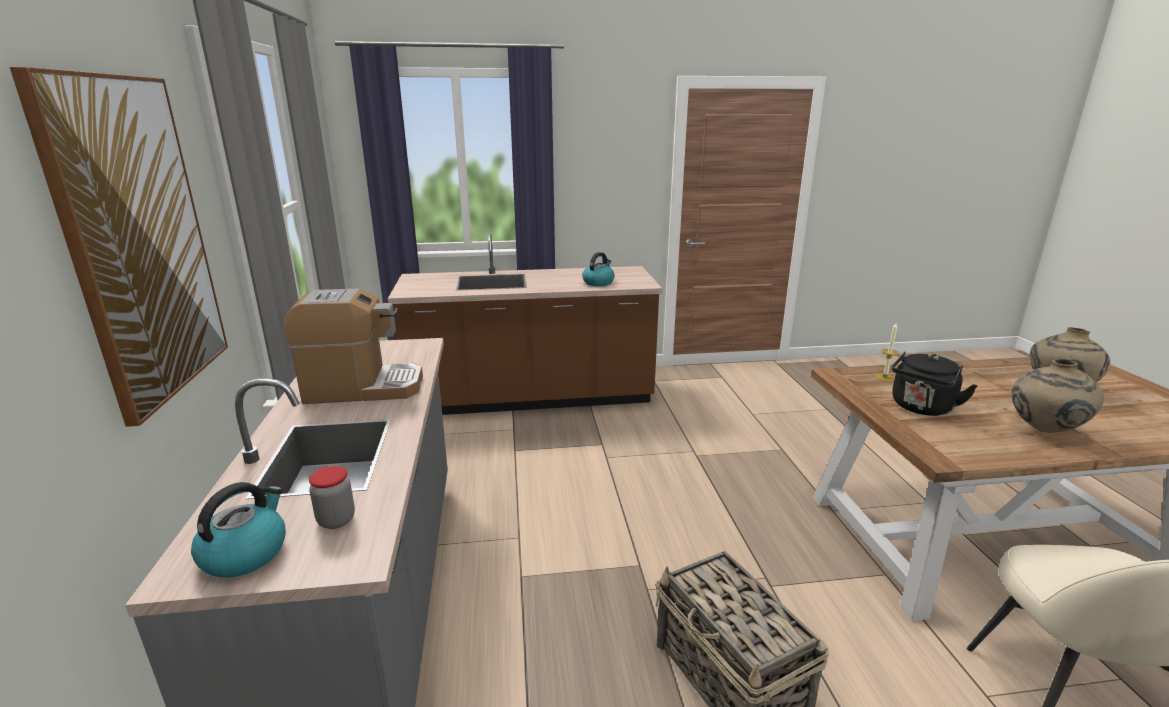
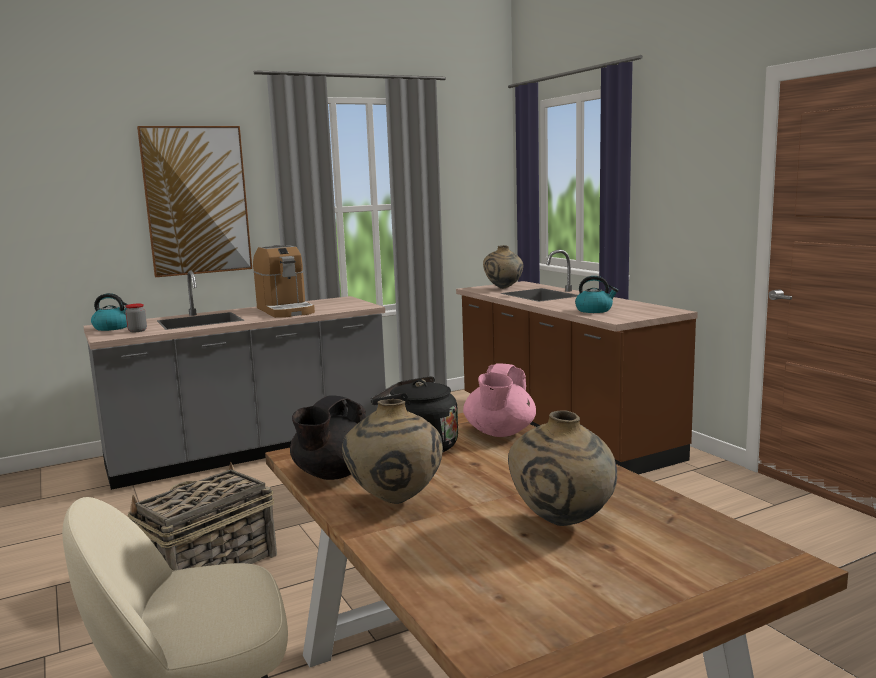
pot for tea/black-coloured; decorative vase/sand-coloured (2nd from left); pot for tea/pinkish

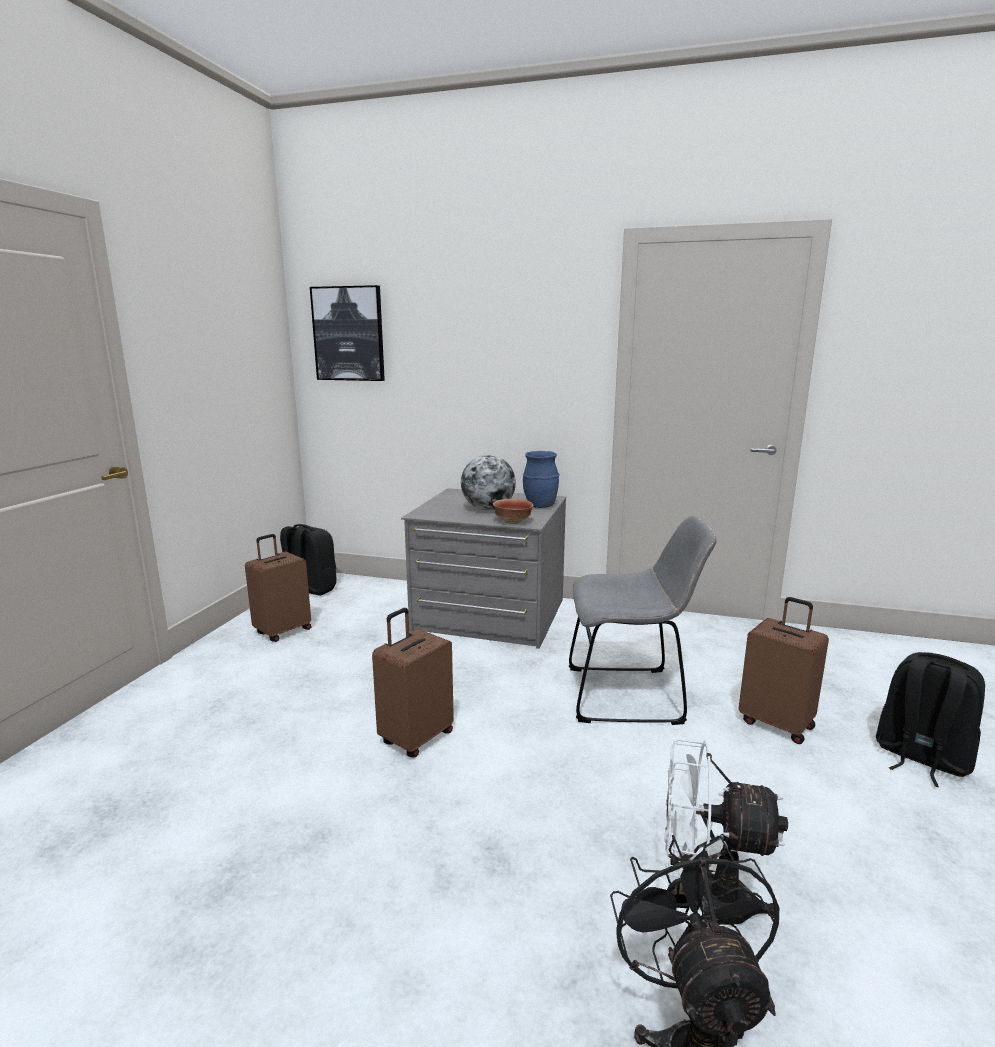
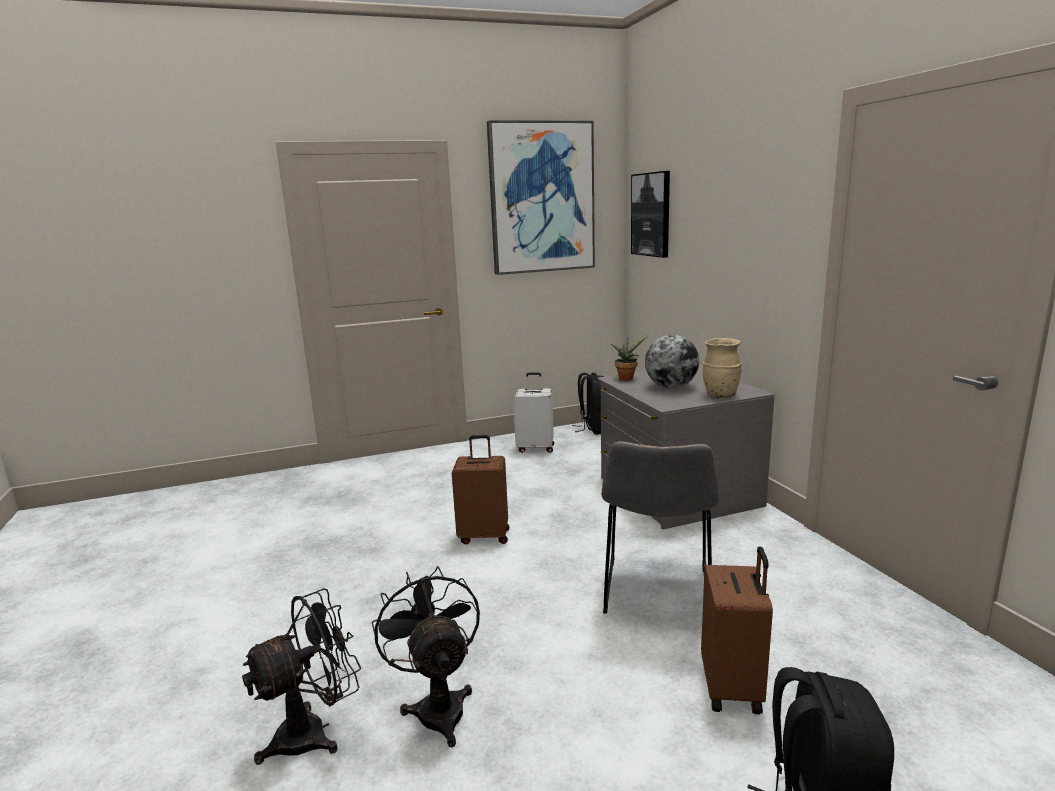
serving bowl; picture (1st from left); potted plant; piece of luggage/white-coloured; decorative vase/sand-coloured; fan/black-coloured (2nd from left); upright chair/gray

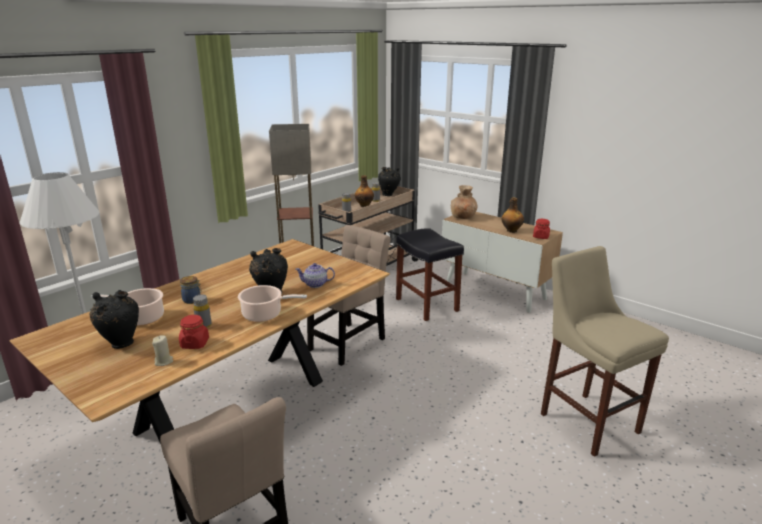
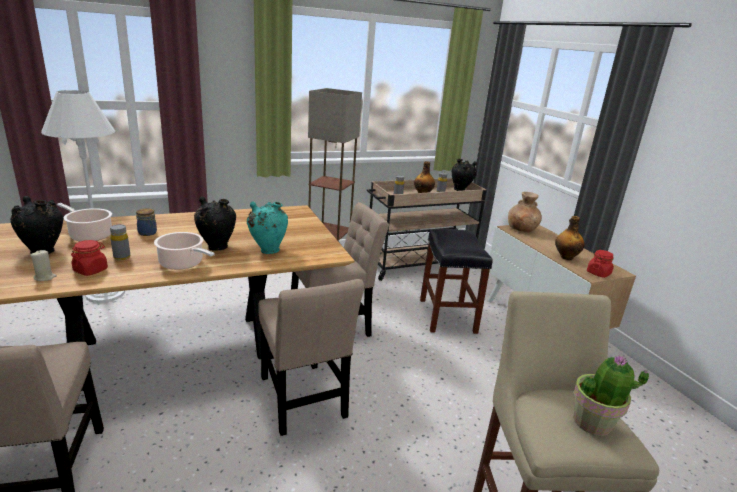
upright chair/sand-coloured (2nd from left); potted plant; decorative vase/turquoise-coloured

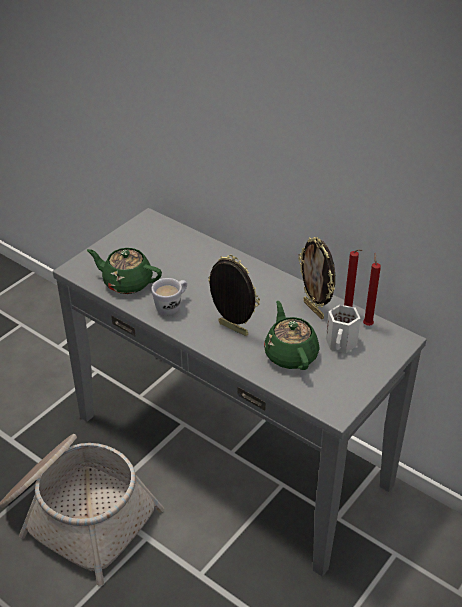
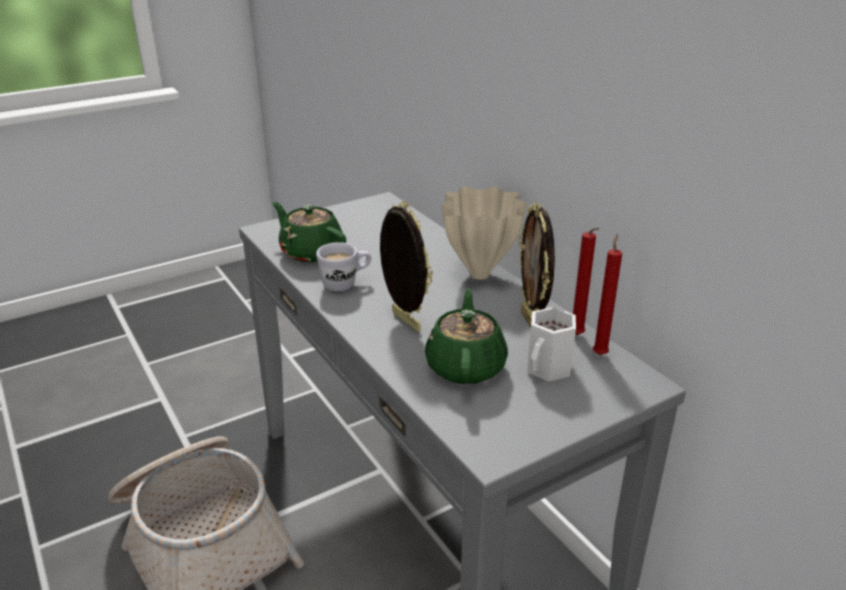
decorative vase/sand-coloured

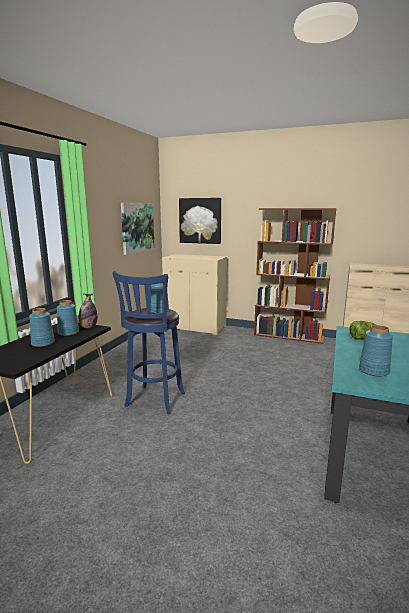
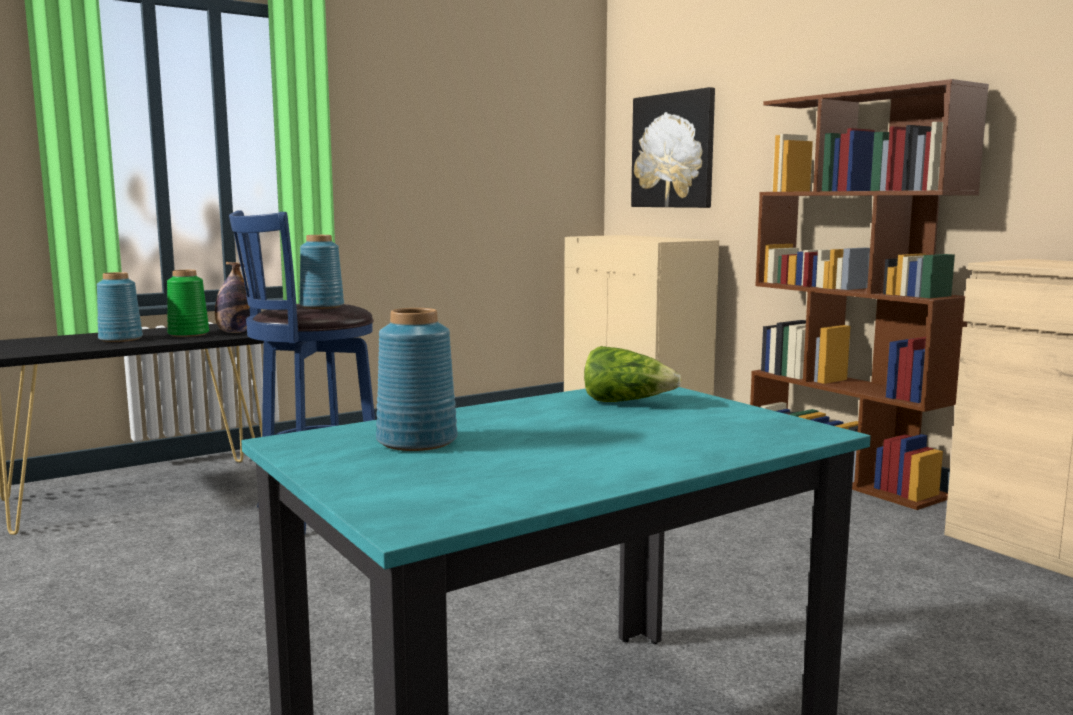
picture (1st from left in the first image); decorative vase/green

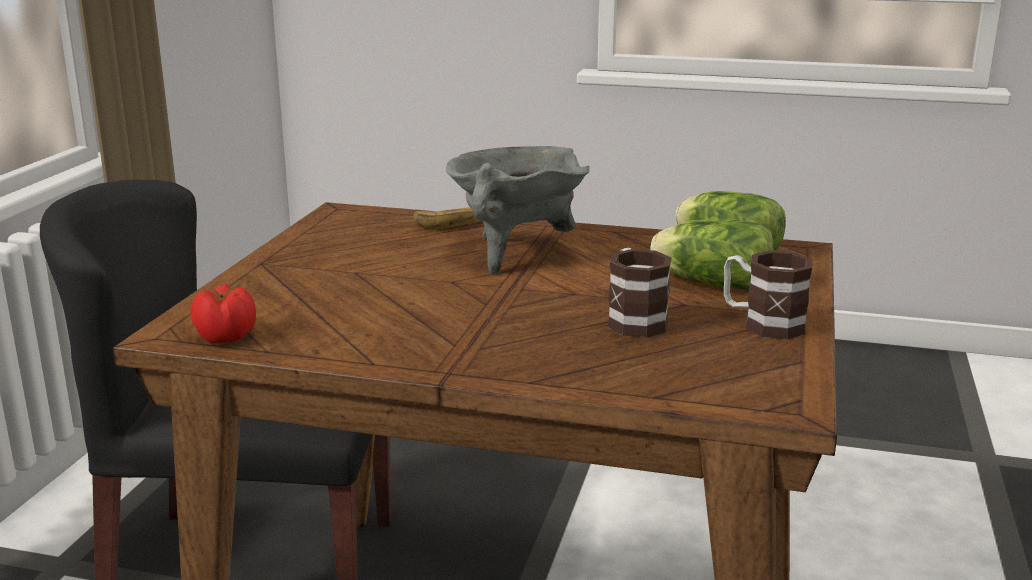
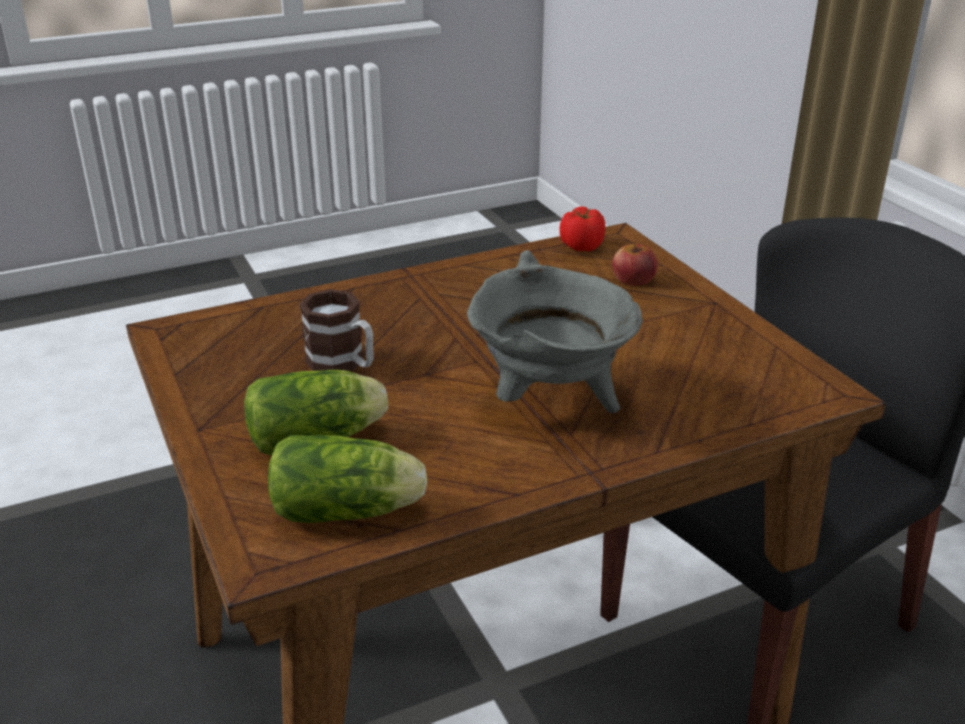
banana; coffee mug (2nd from left in the first image); apple fruit

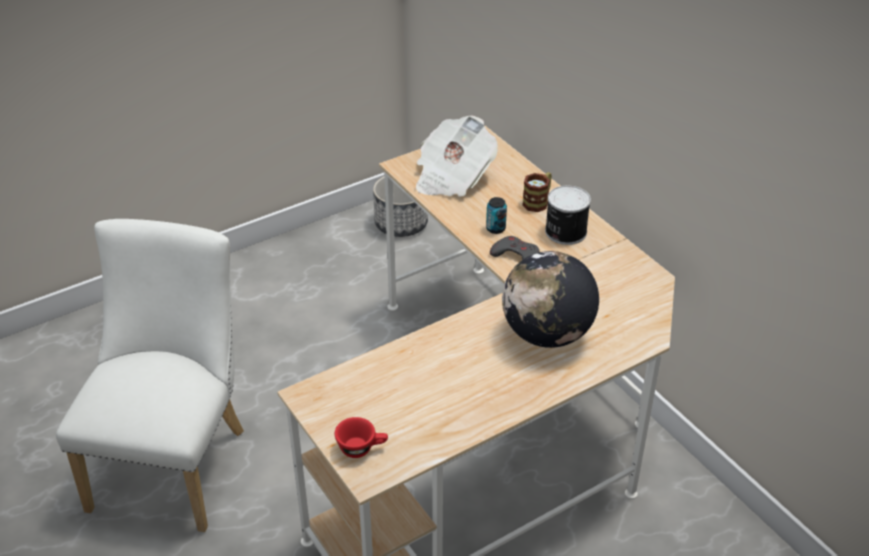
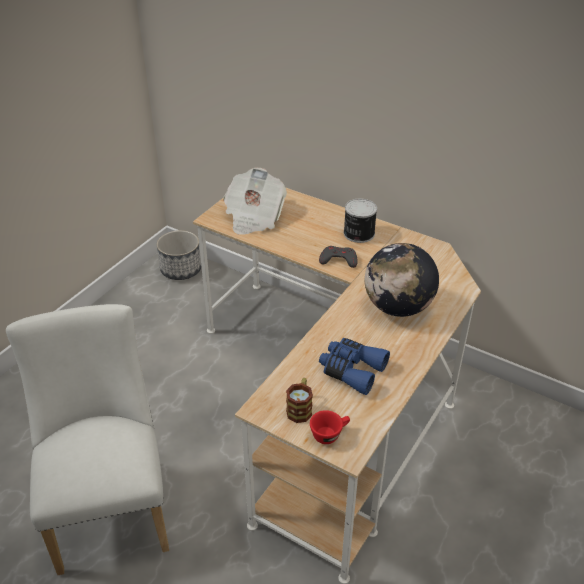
sealed can (1st from left in the first image); field glasses/blue-coloured; coffee mug

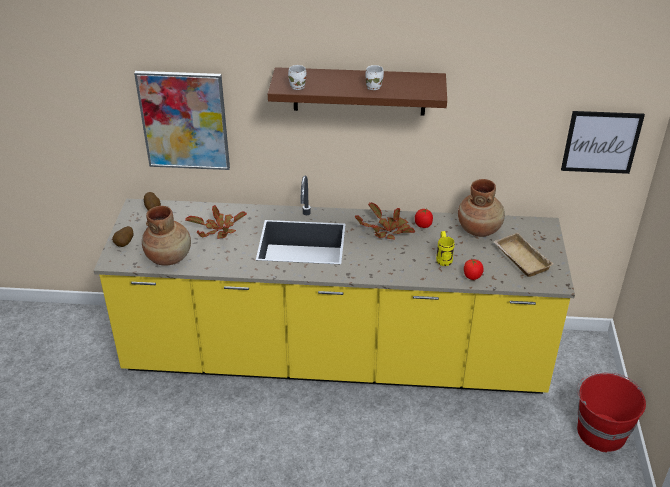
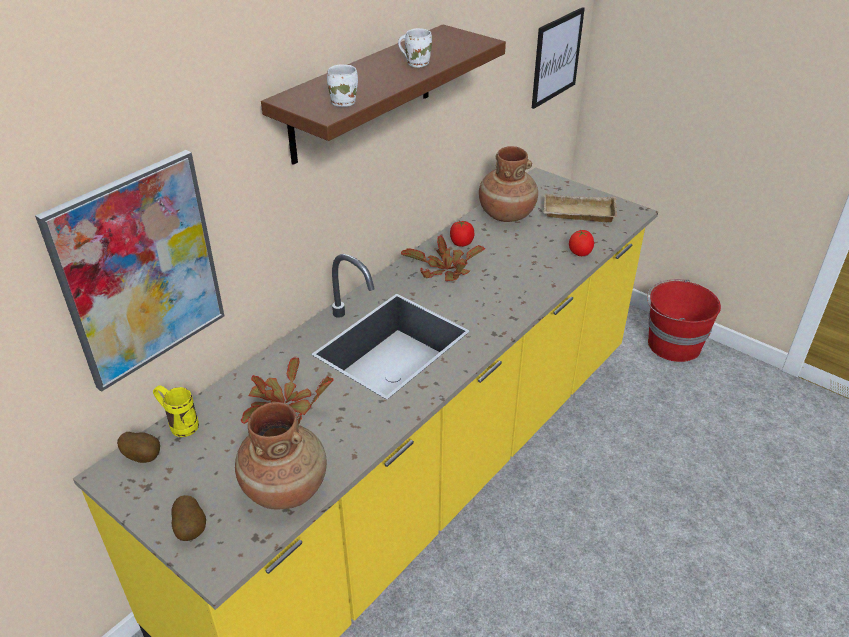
coffee mug/yellowish

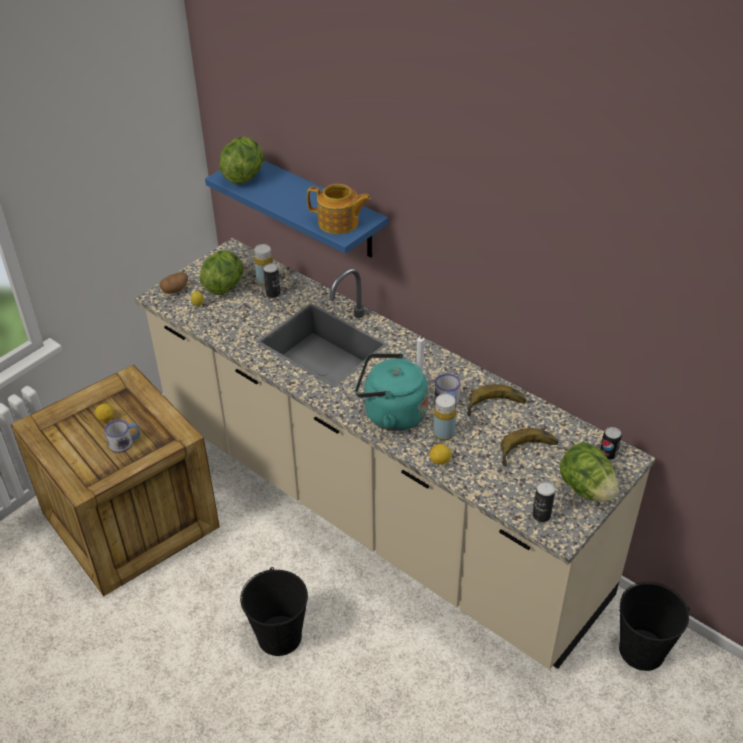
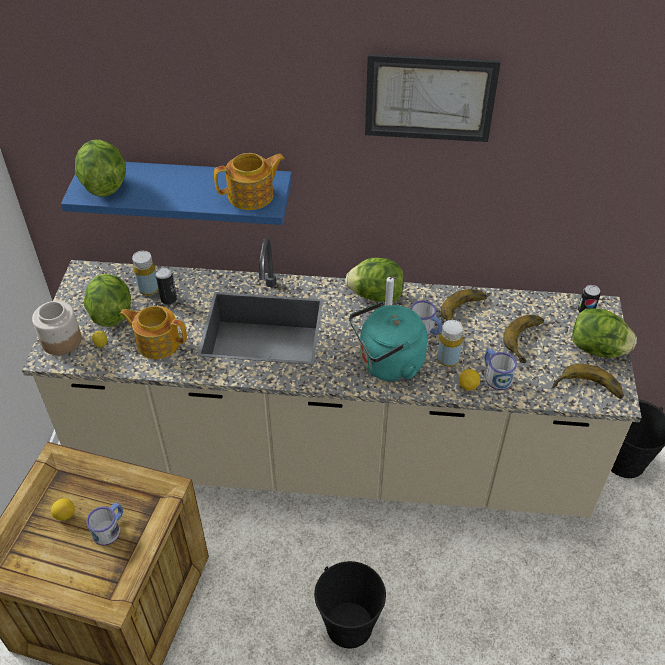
pot for tea (1st from left); head of lettuce (3rd from left); picture; coffee mug (3rd from left); preserve jar; banana (3rd from left)

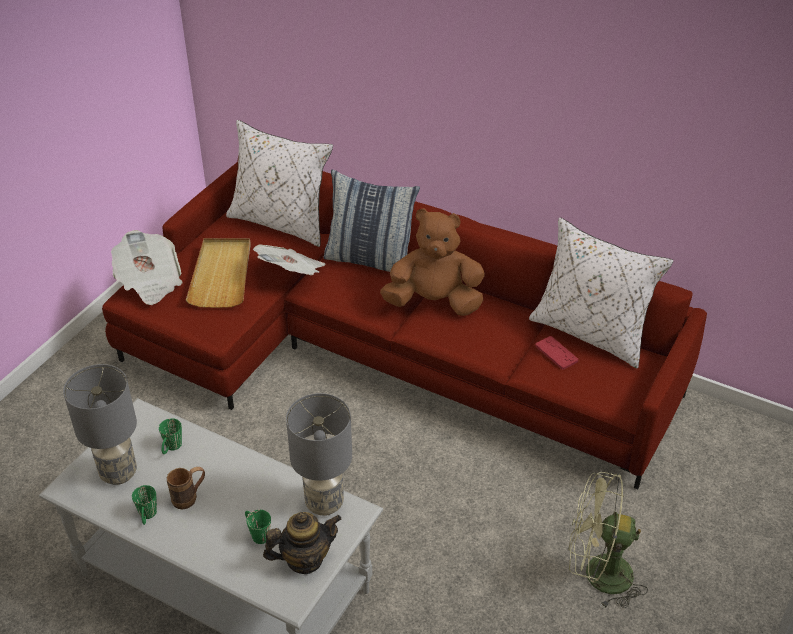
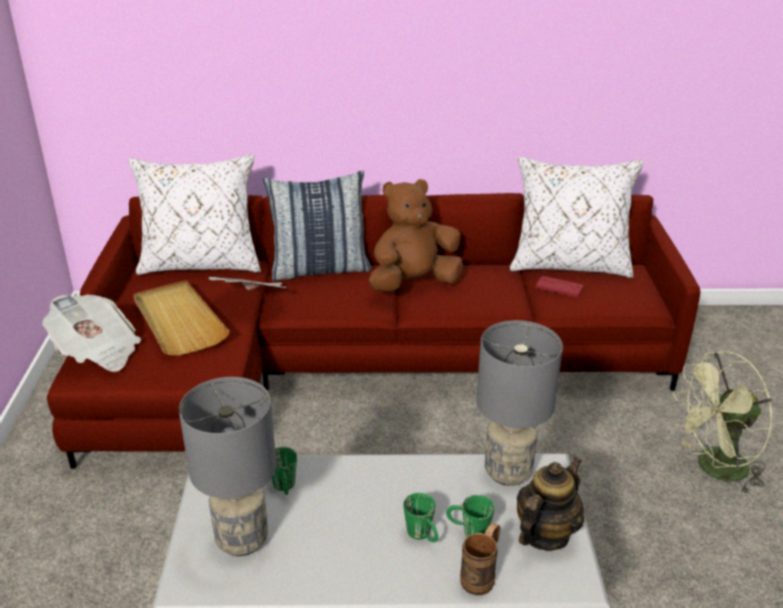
coffee mug/green (2nd from left); coffee mug/brownish

